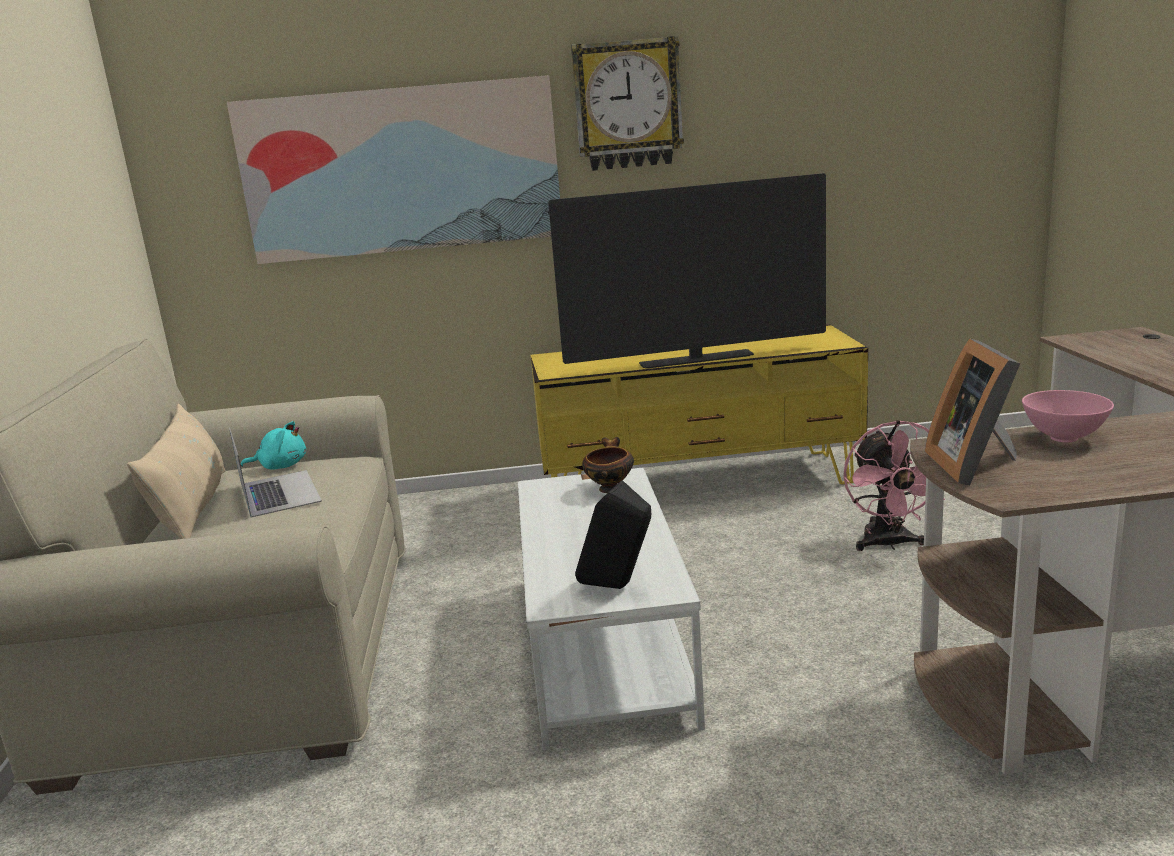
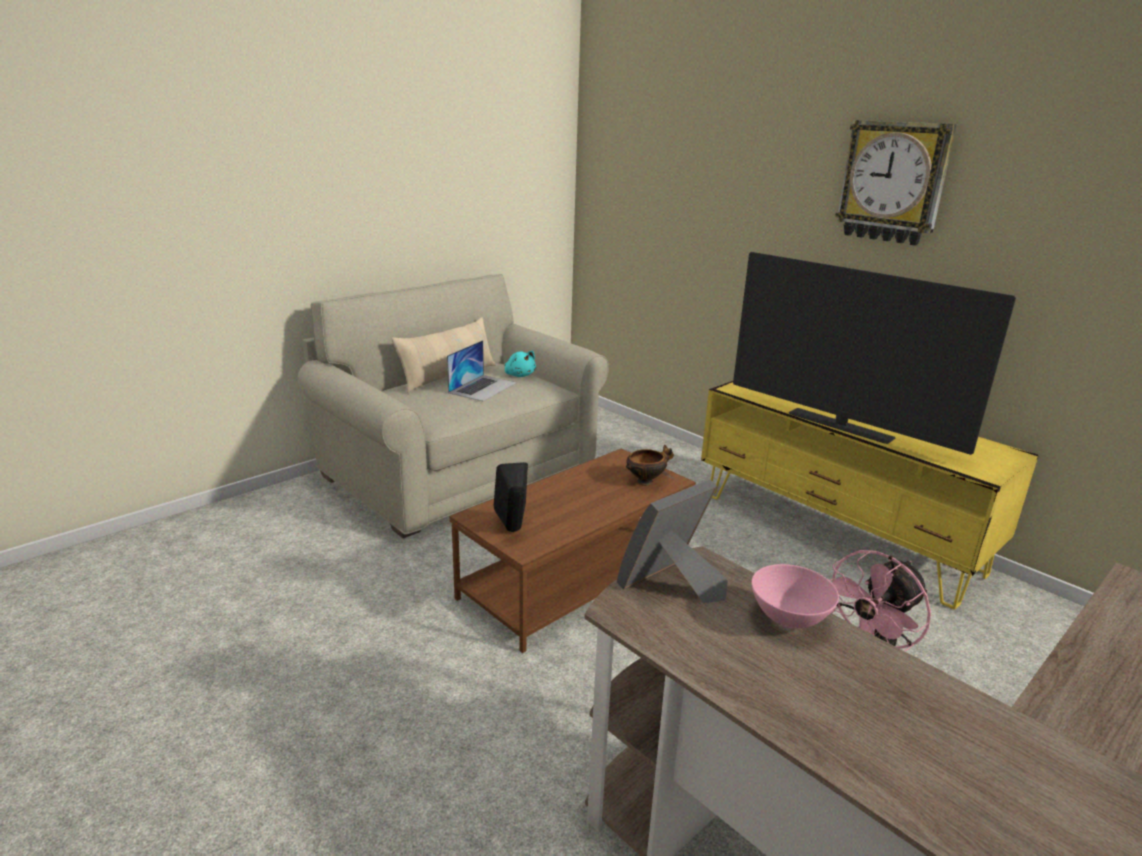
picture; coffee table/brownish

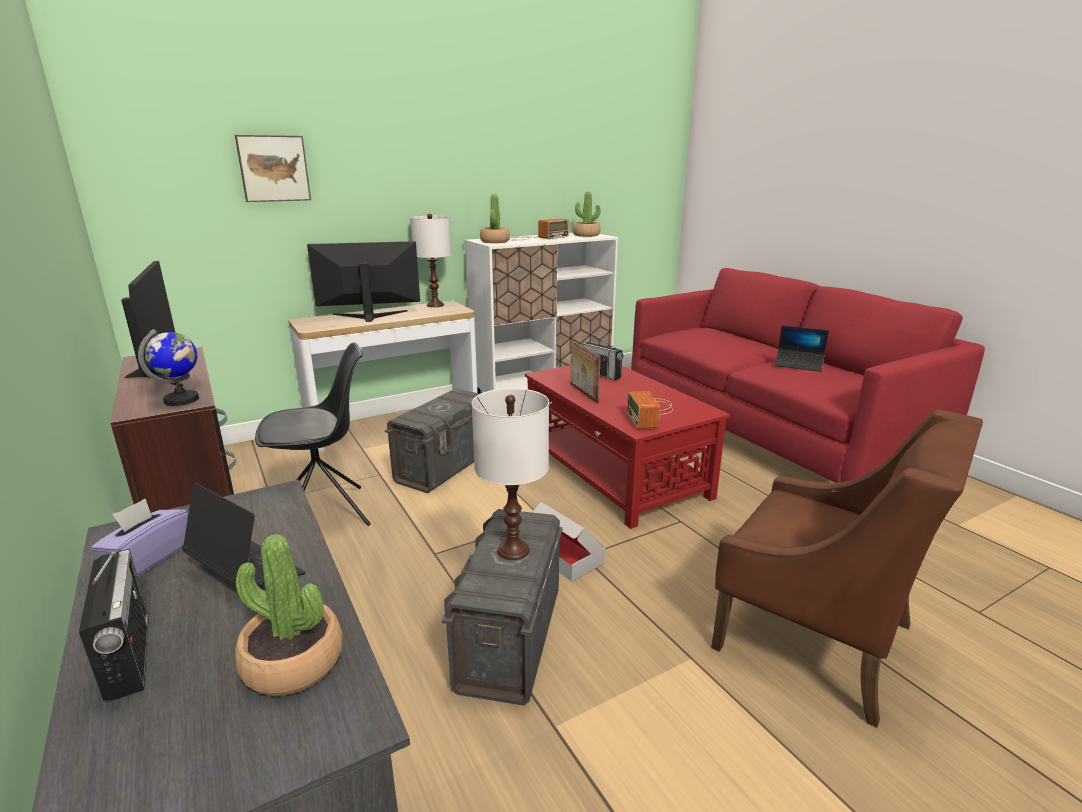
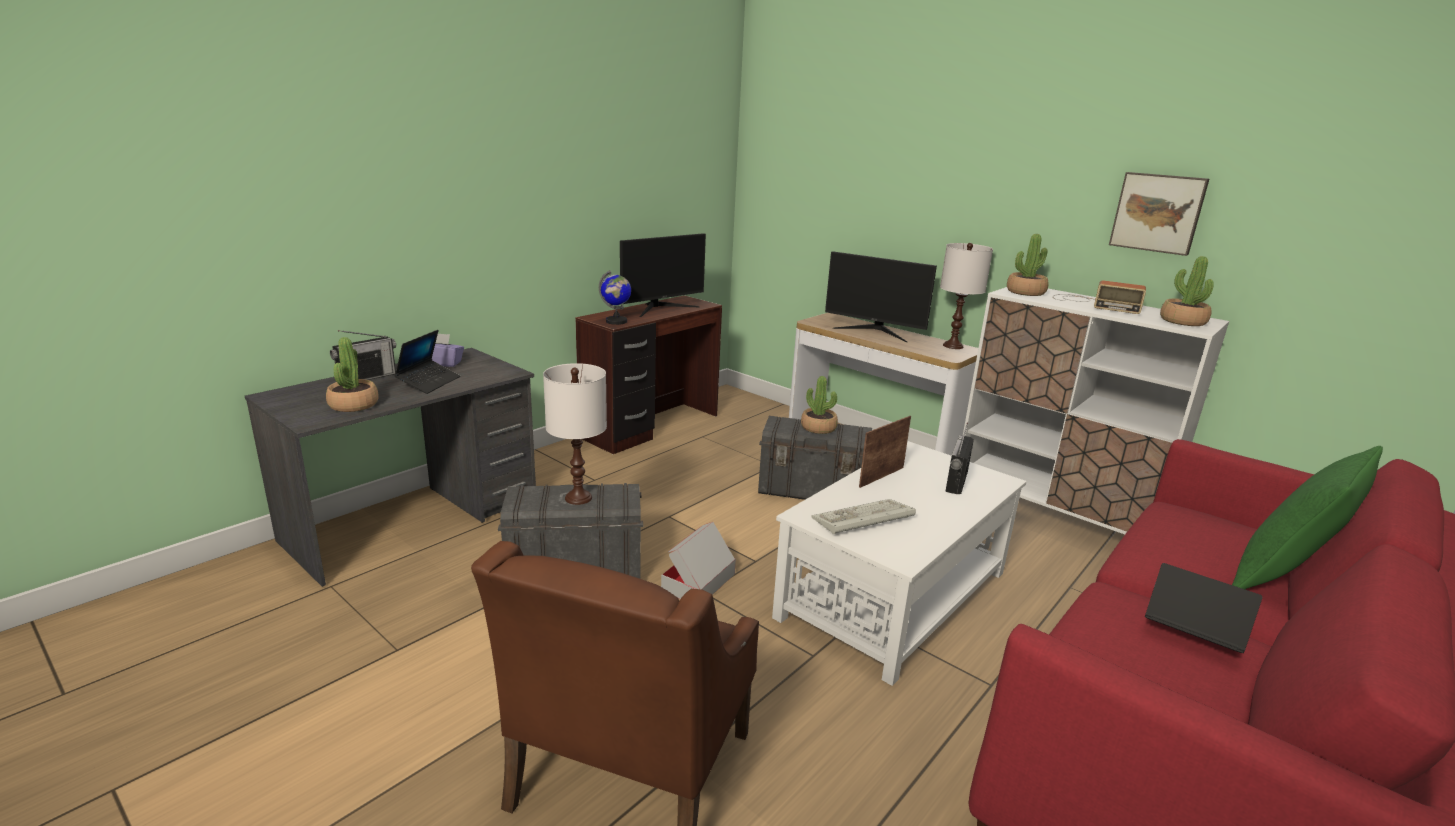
upright chair/black-coloured; potted plant (2nd from left); throw pillow/green; picture; PC keyboard; coffee table/white-coloured; monitor (2nd from left); portable computer (2nd from left)

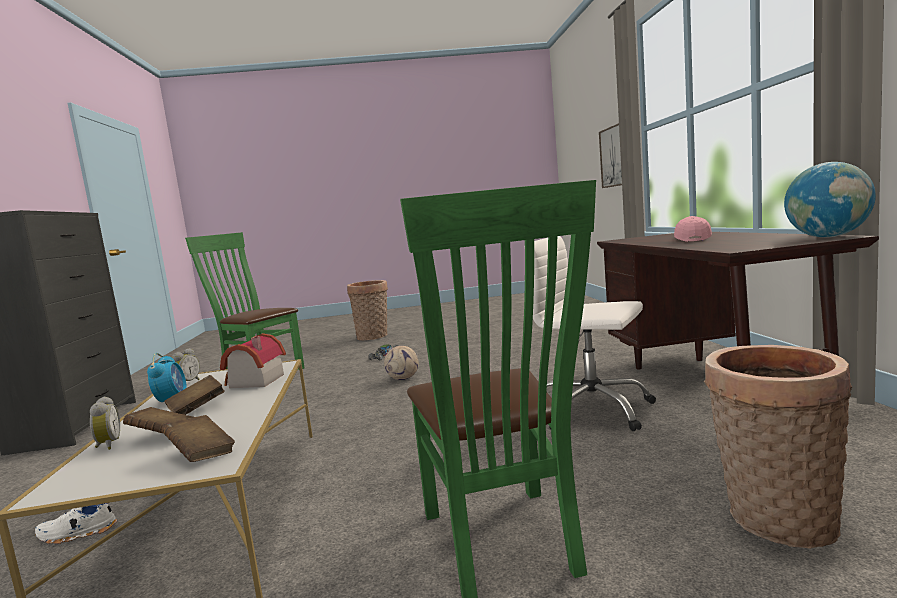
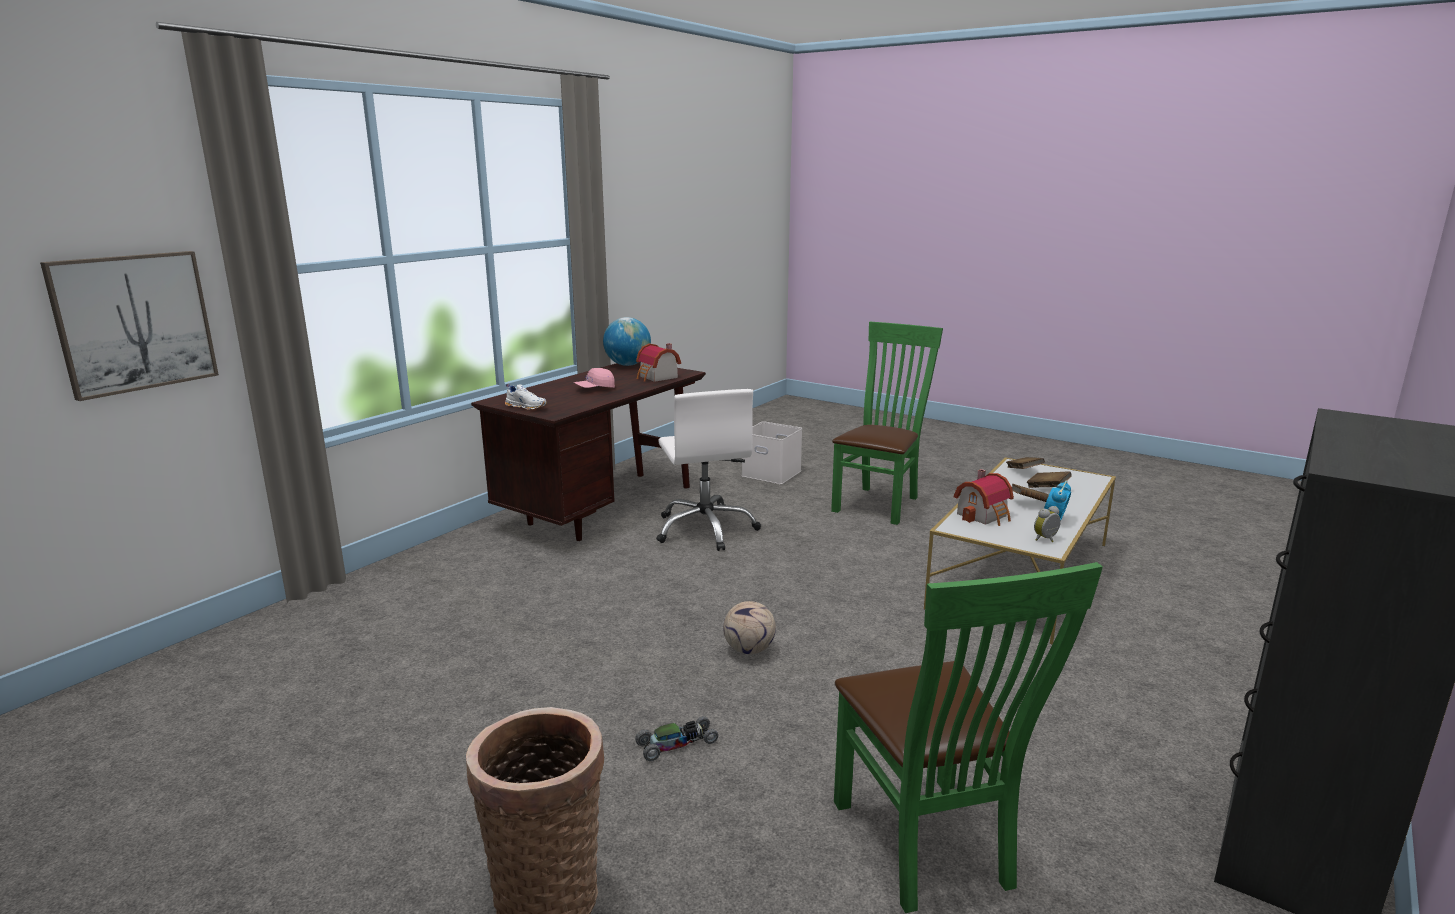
table clock (1st from left in the first image); toy house (1st from left); item of footwear/white-coloured; storage box/white-coloured

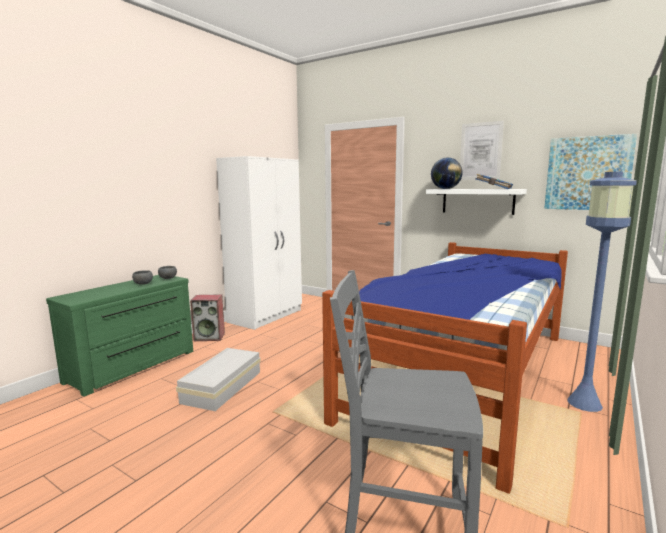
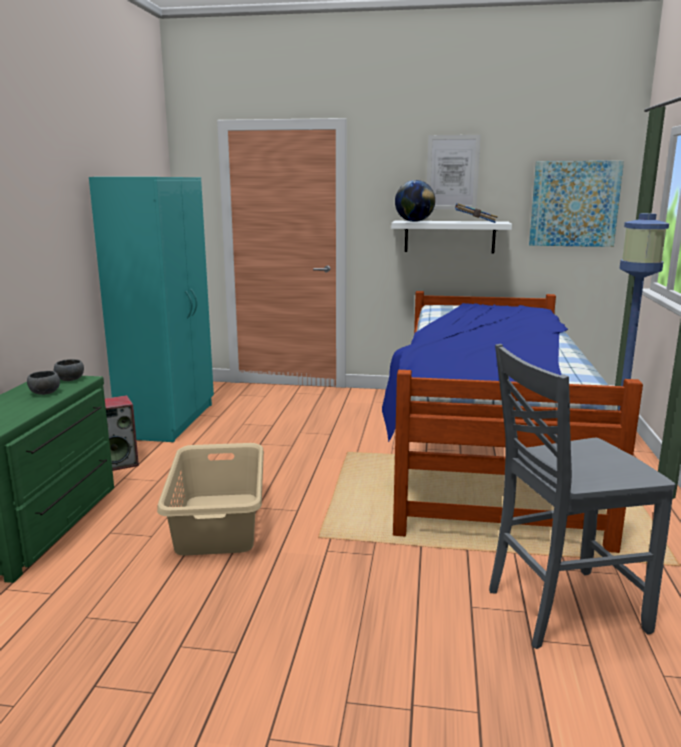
washing basket/sand-coloured; wardrobe/turquoise-coloured

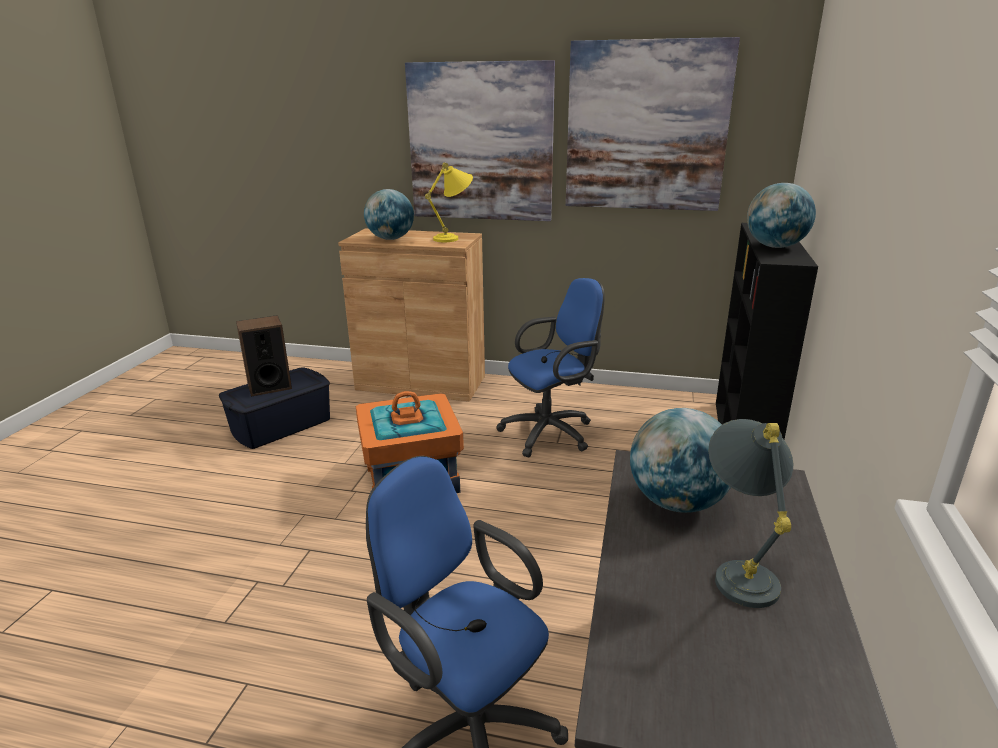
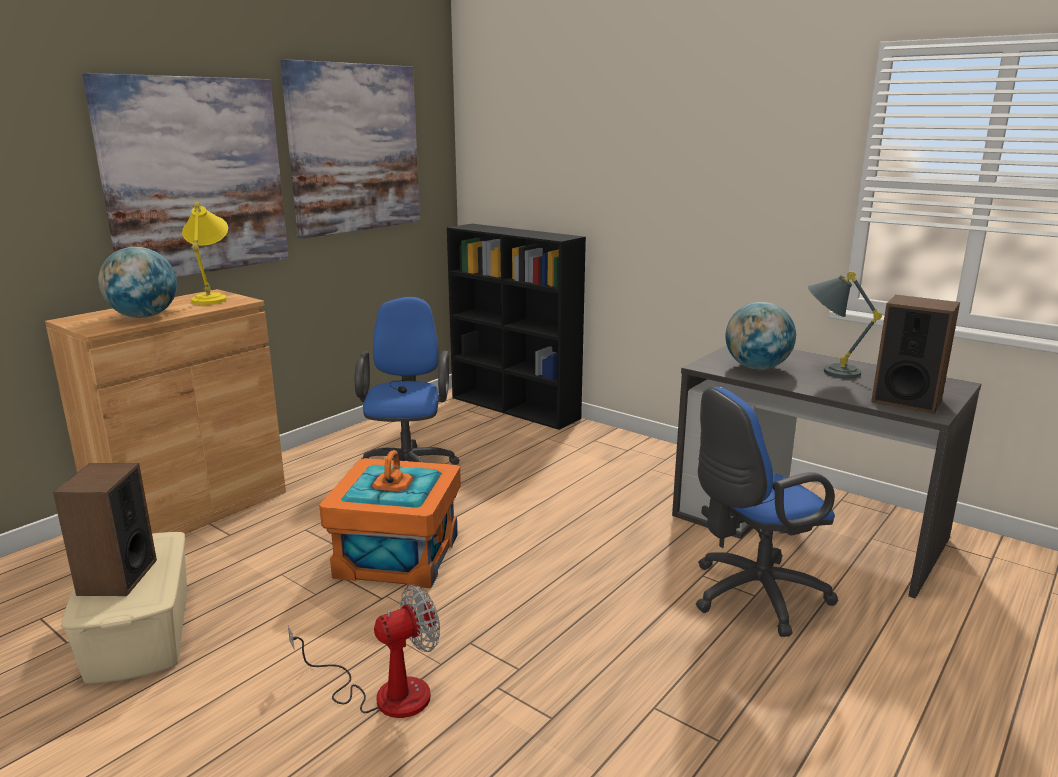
desk globe (3rd from left in the first image); fan; speaker (2nd from left); storage box/sand-coloured

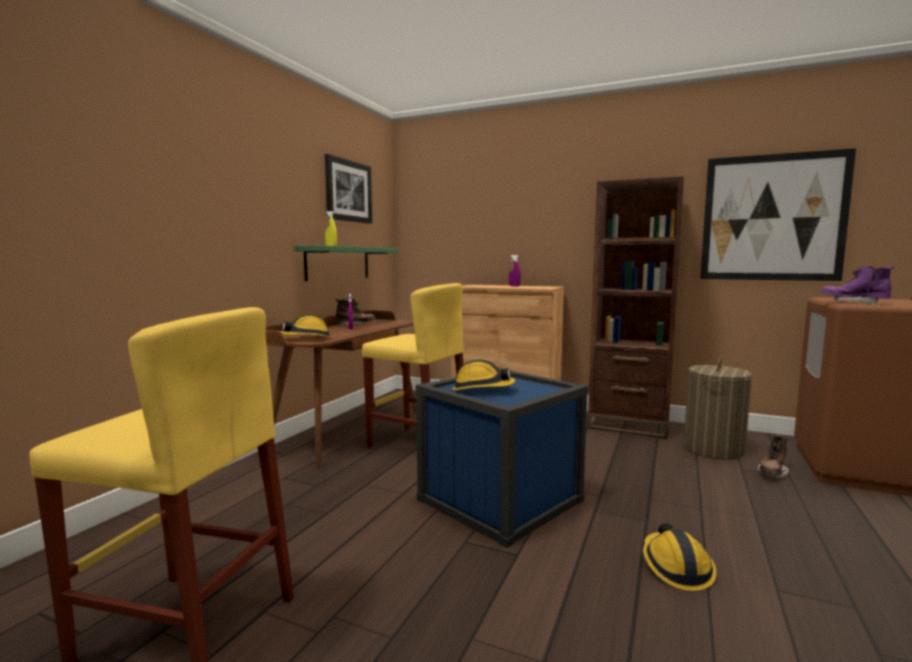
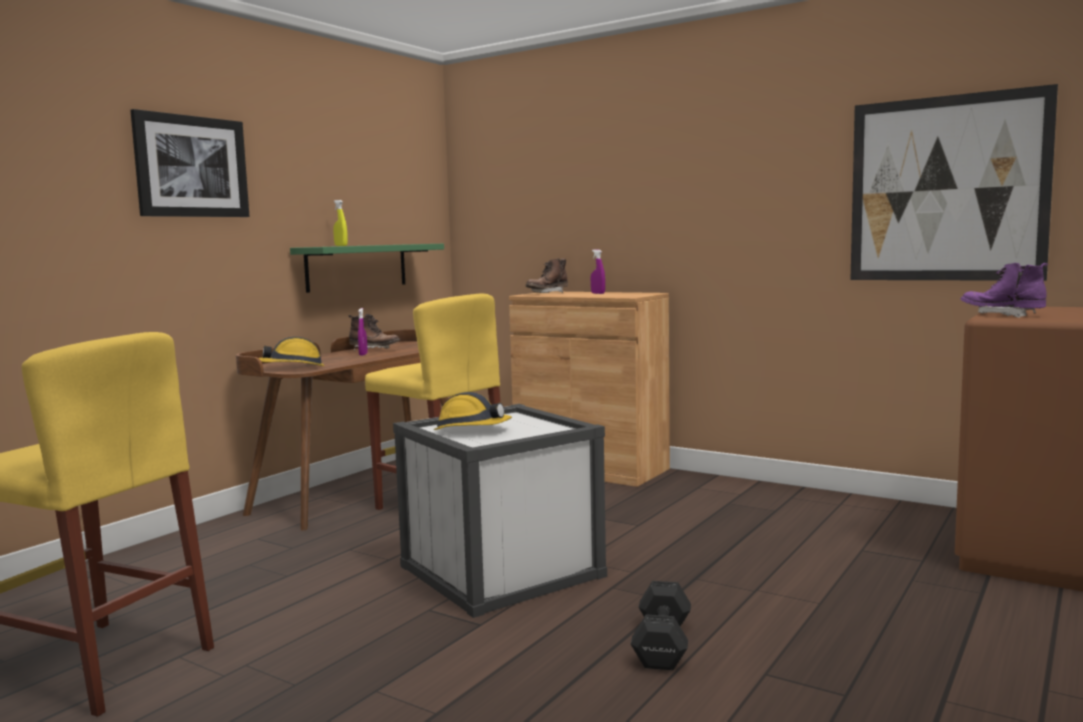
bookcase/brownish; washing basket; picture (1st from left); high-top boot/brownish (2nd from left); hand weight/black-coloured; storage box/white-coloured

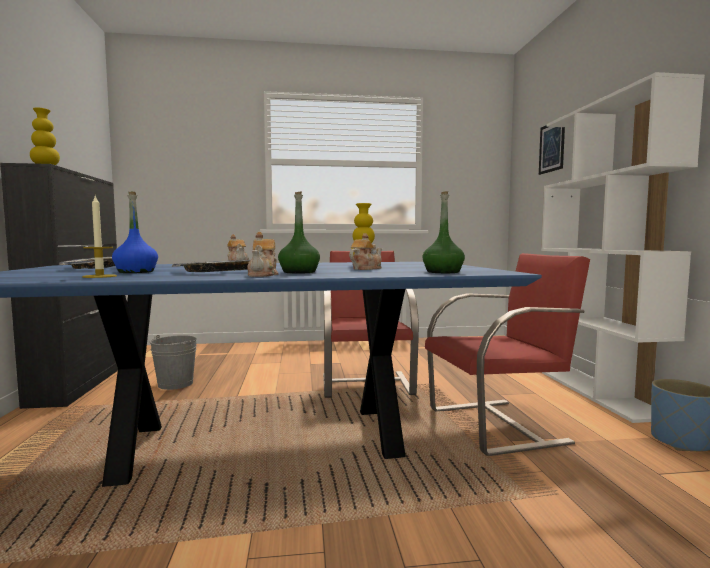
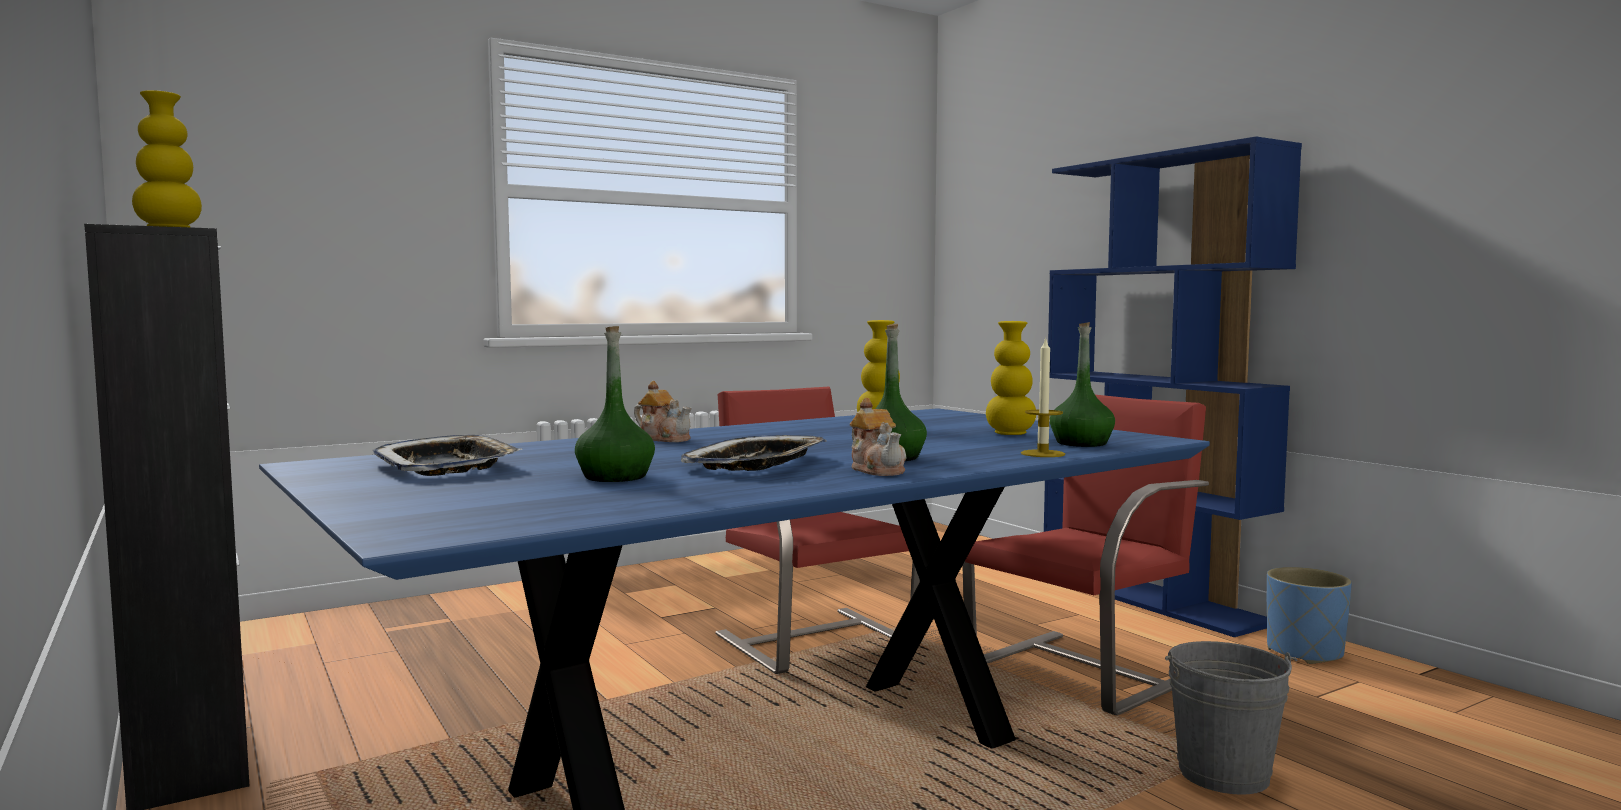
pot for tea (3rd from left in the first image); picture; decorative vase/yellowish (3rd from left); candle; bucket/gray; beverage bottle/green (1st from left); bookcase/blue-coloured

